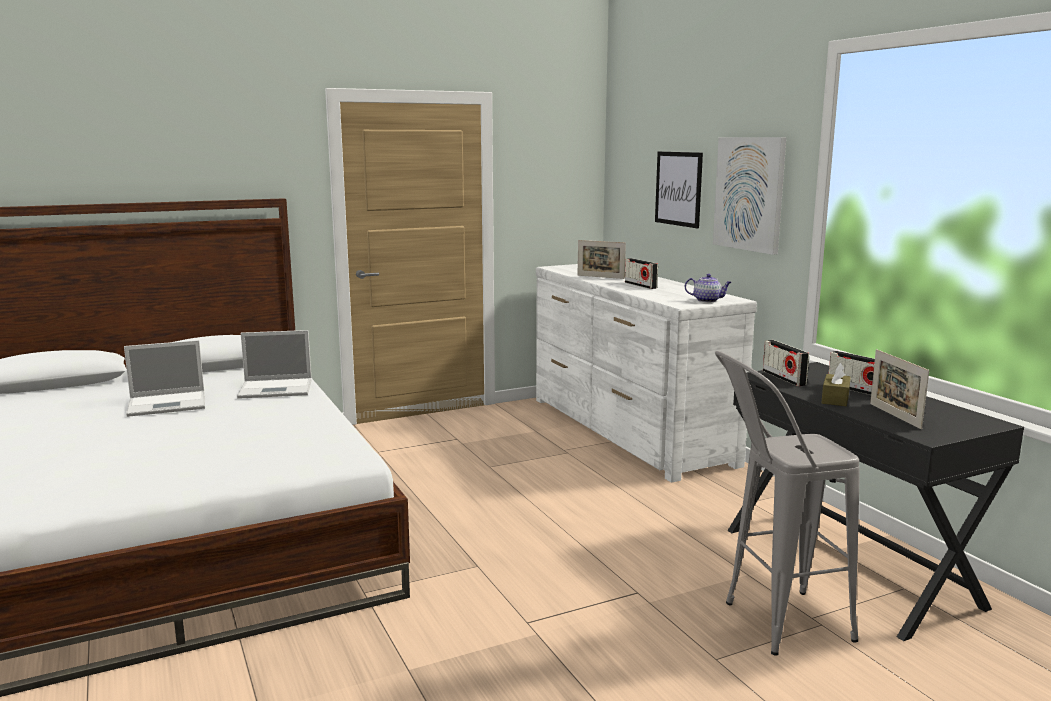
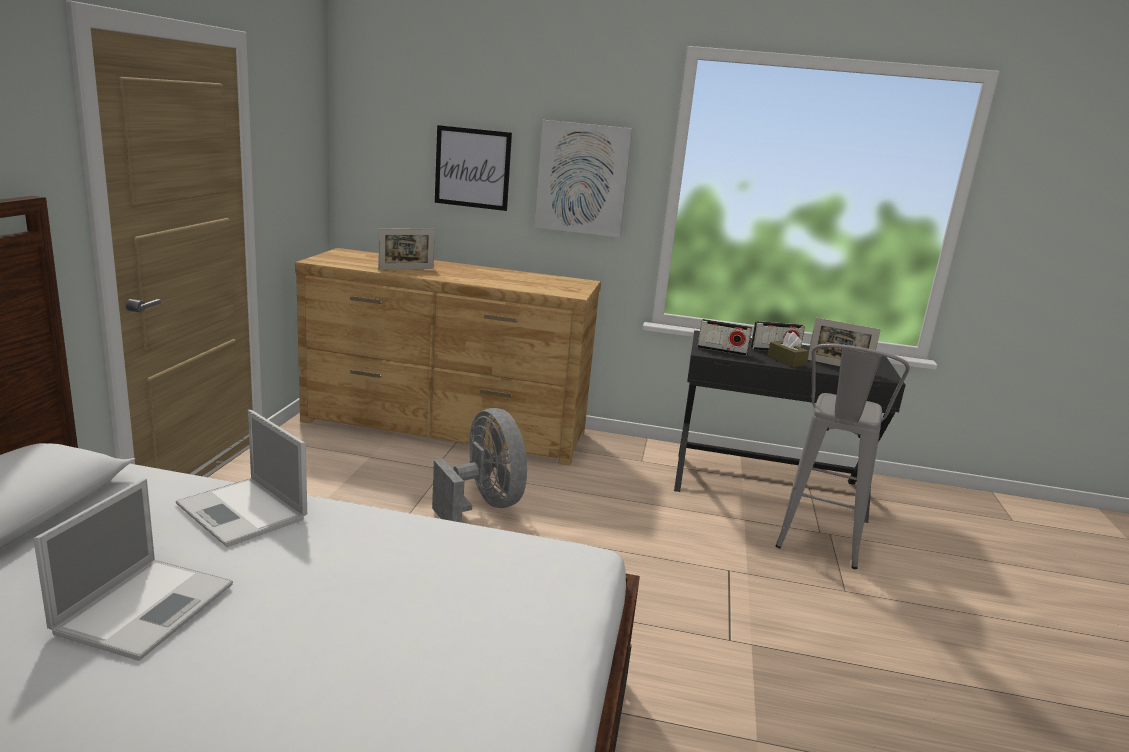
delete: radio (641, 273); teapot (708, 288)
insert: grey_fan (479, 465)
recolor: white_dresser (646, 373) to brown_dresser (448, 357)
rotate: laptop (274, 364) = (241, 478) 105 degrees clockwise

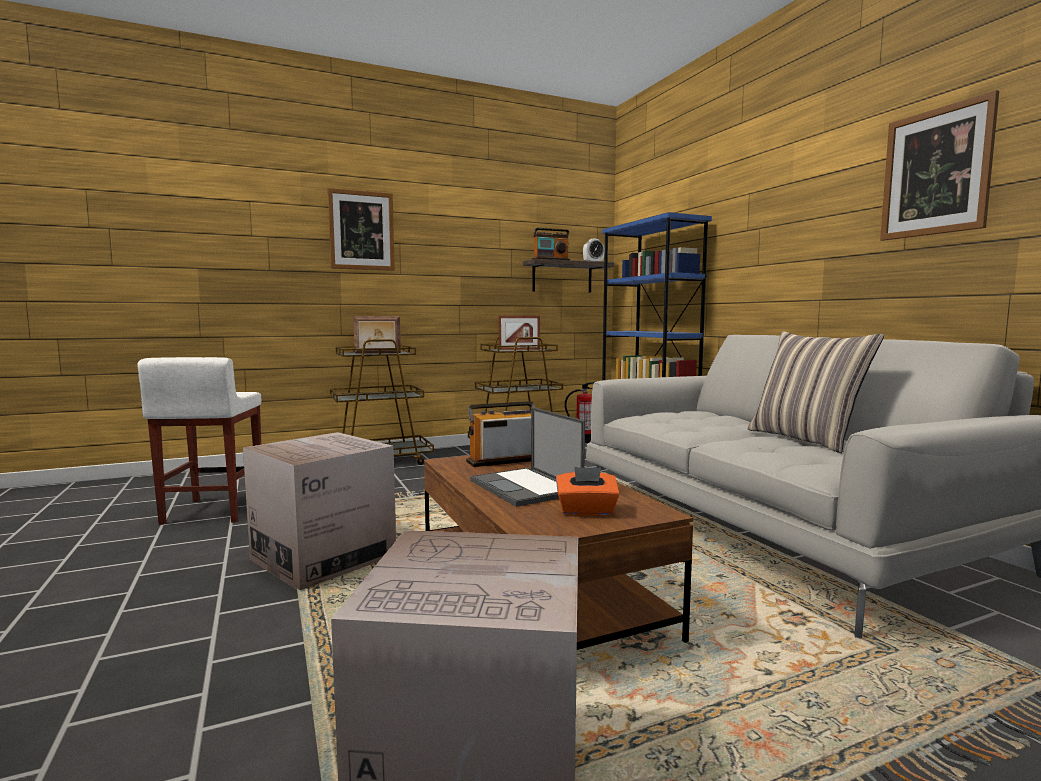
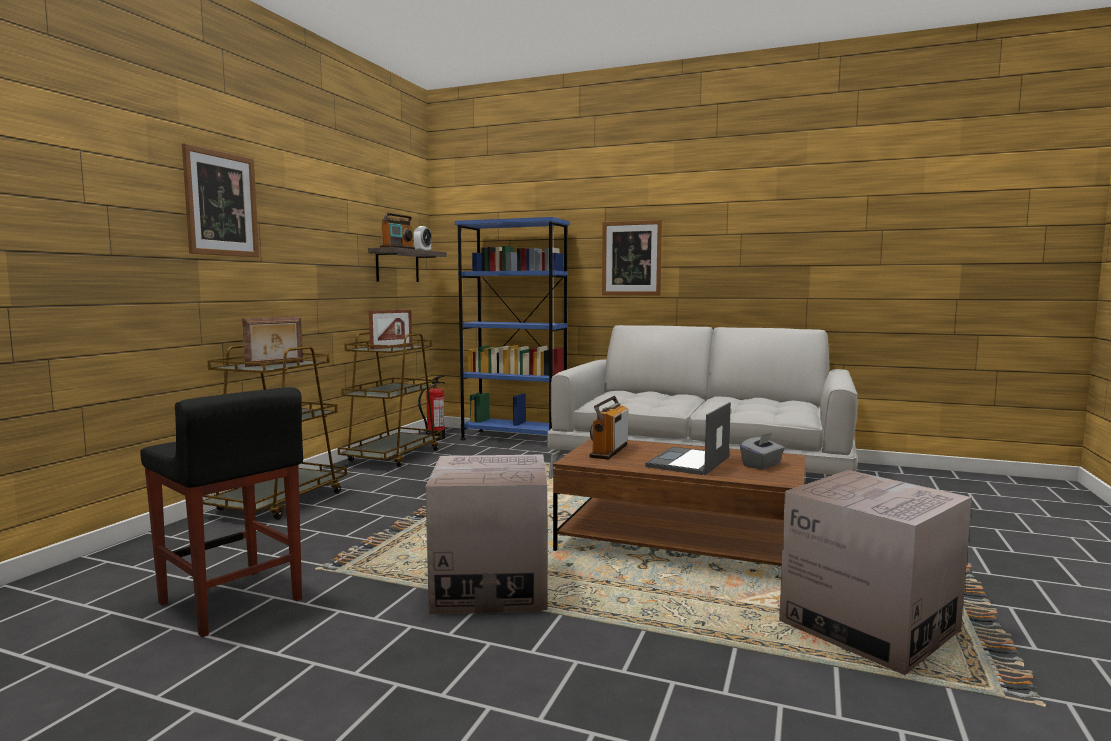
delete: pillow (816, 392)
move: picture (939, 165) to (632, 257)
recolor: white_stool (199, 441) to black_stool (222, 512); orange_tissue_box (588, 491) to grey_tissue_box (762, 451)
rotate: laptop (527, 457) = (688, 438) 105 degrees clockwise

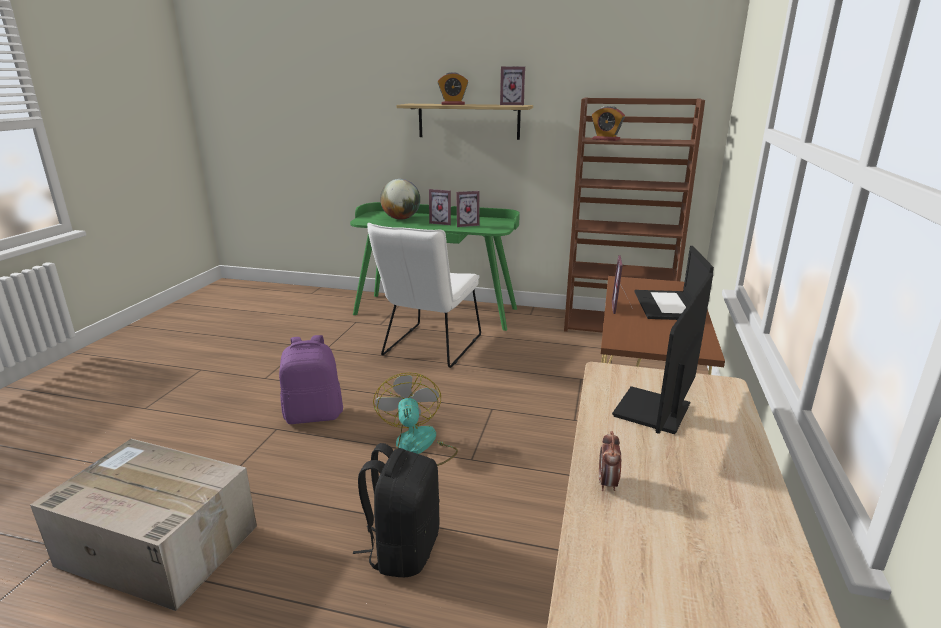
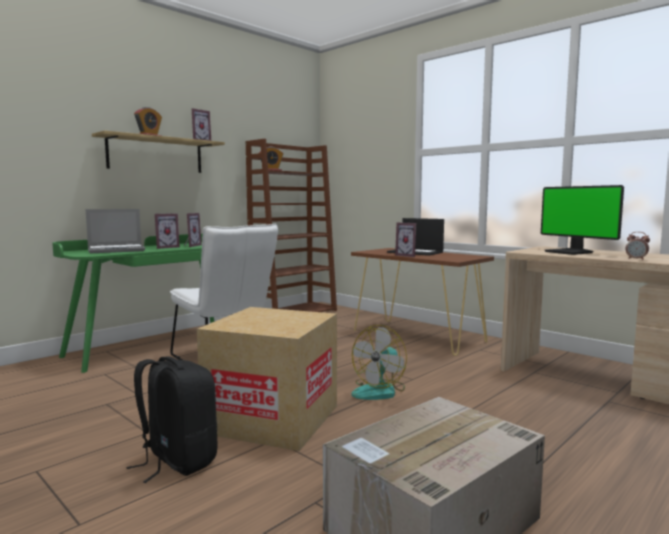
move: black_backpack (396, 510) to (171, 419)
replace: globe (400, 199) to laptop (115, 231); purple_backpack (311, 379) to cardboard_box (267, 379)
rotate: fan (415, 419) = (379, 362) 75 degrees counterclockwise

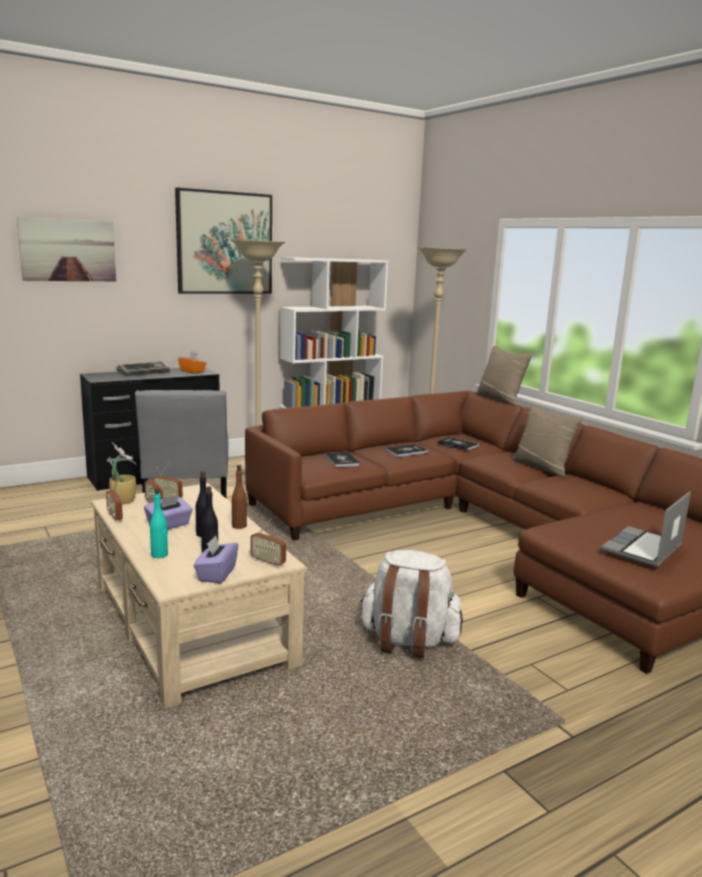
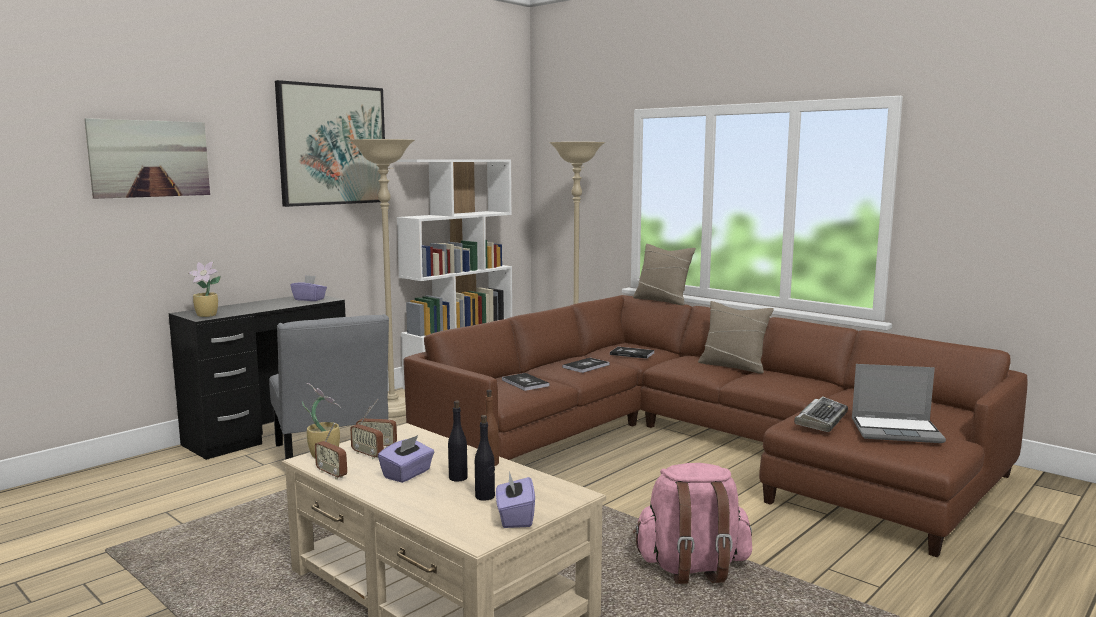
delete: turquoise_bottle (159, 522); radio (268, 542)
insert: potted_plant (205, 289)
move: keyboard (143, 368) to (821, 414)
recolor: orange_tissue_box (192, 363) to purple_tissue_box (308, 288); white_backpack (411, 604) to pink_backpack (692, 523)
rotate: laptop (646, 529) = (899, 403) 105 degrees counterclockwise

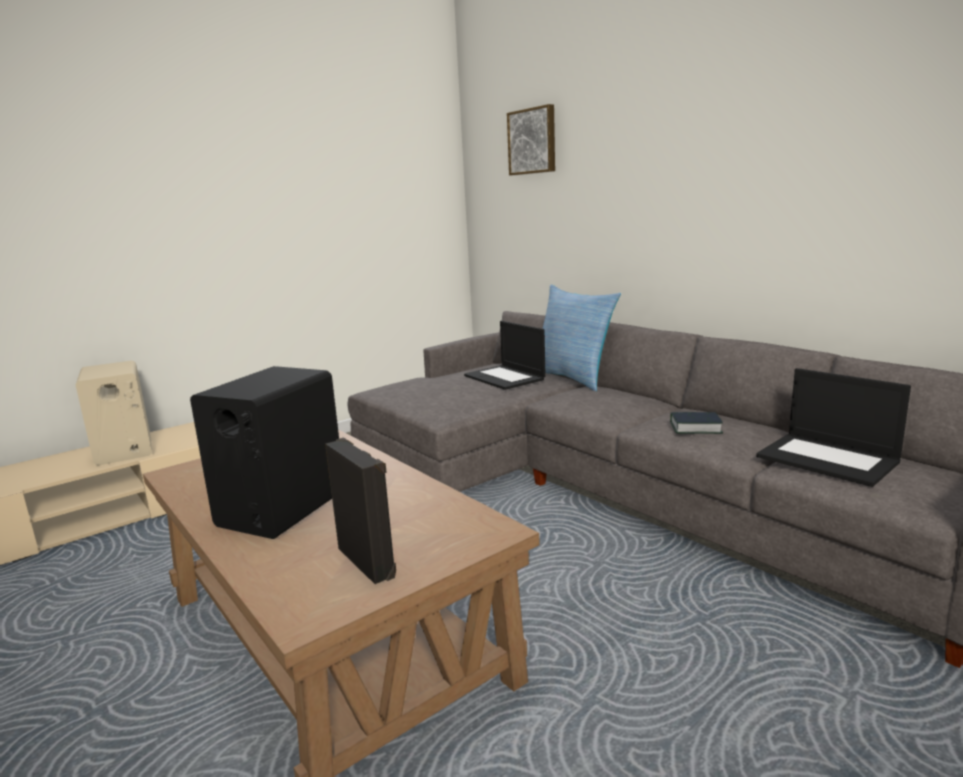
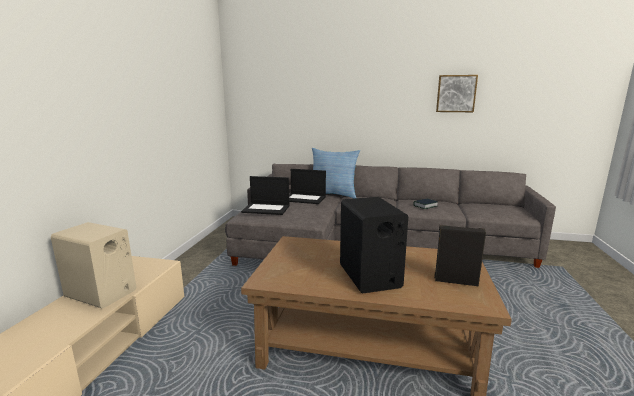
move: picture (531, 139) to (457, 93); laptop (833, 427) to (265, 195)

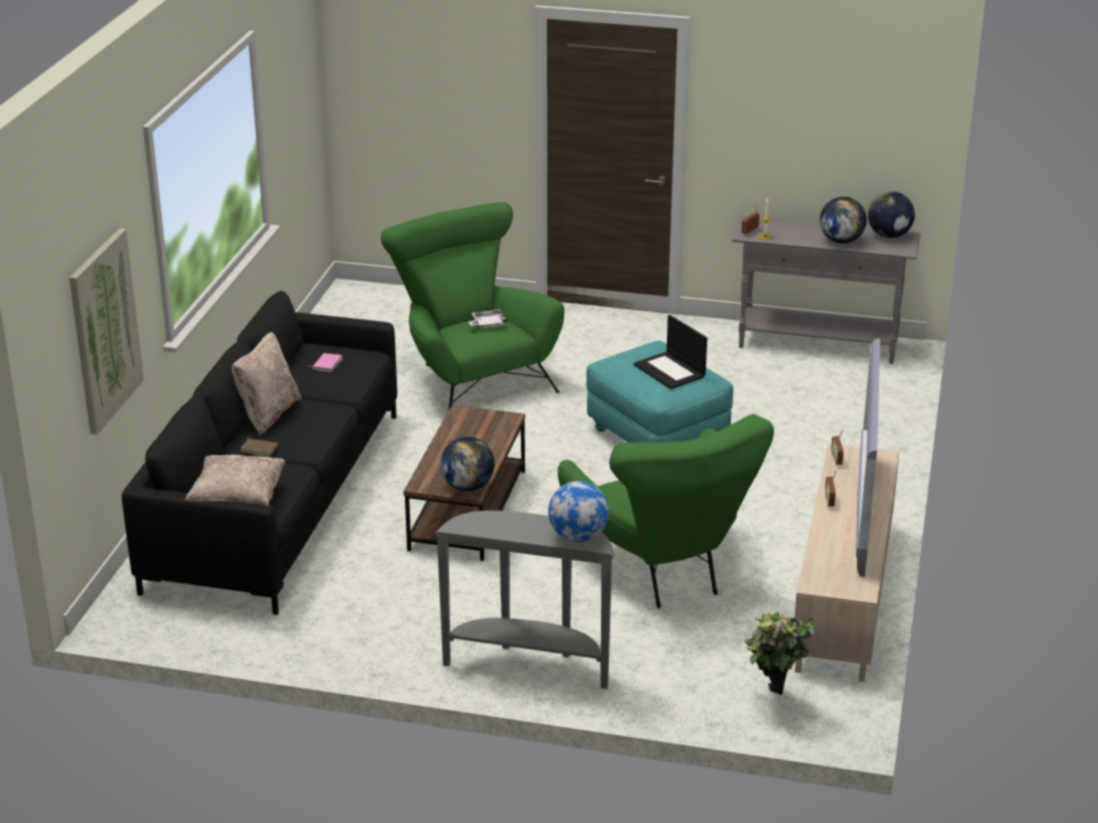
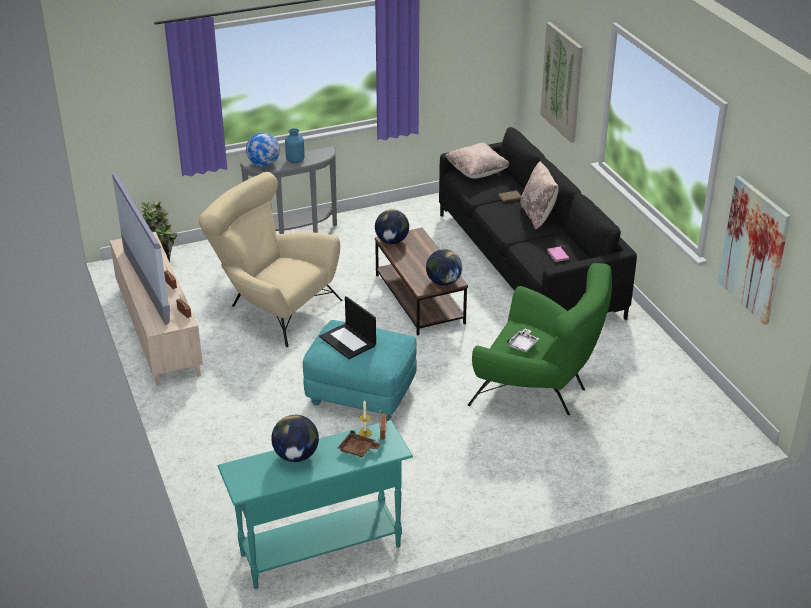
insert: blue_vase (295, 145); picture (754, 250); brown_tray (360, 443)
move: globe (891, 214) to (444, 267)
recolor: grey_console_table (826, 289) to turquoise_console_table (315, 504); green_armchair (666, 511) to beige_armchair (270, 259)
rotate: laptop (670, 352) = (347, 327) 150 degrees counterclockwise

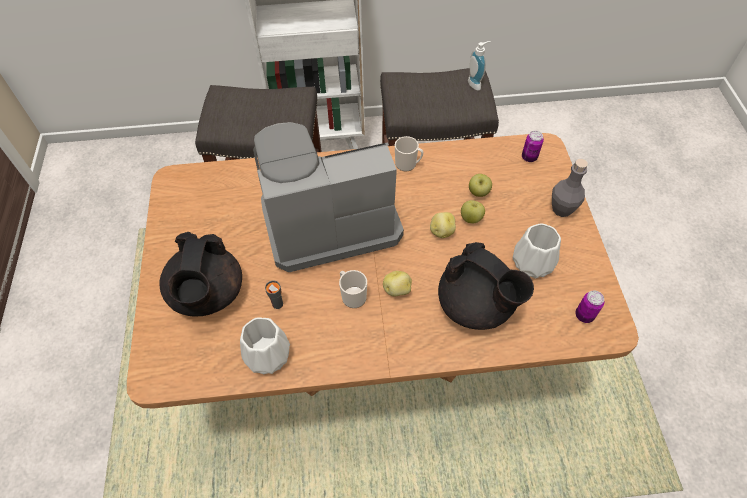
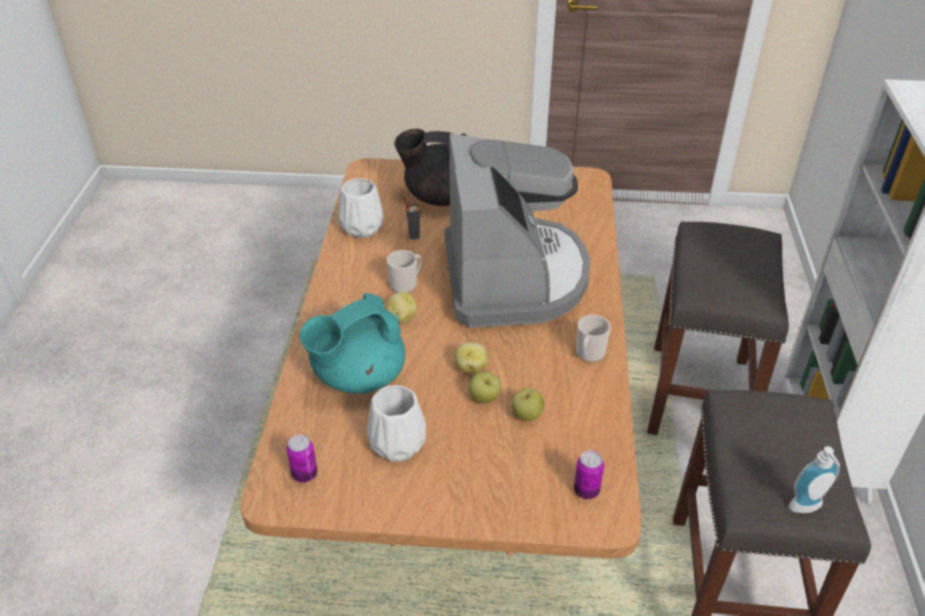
delete: grey_bottle (570, 188)
recolor: black_teapot (486, 286) to turquoise_teapot (352, 343)

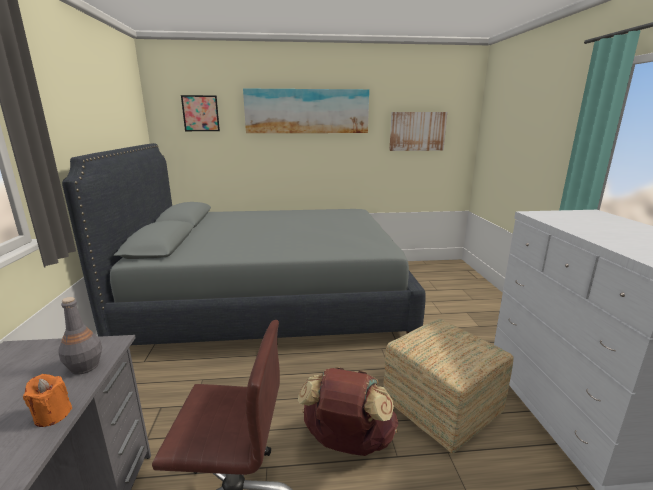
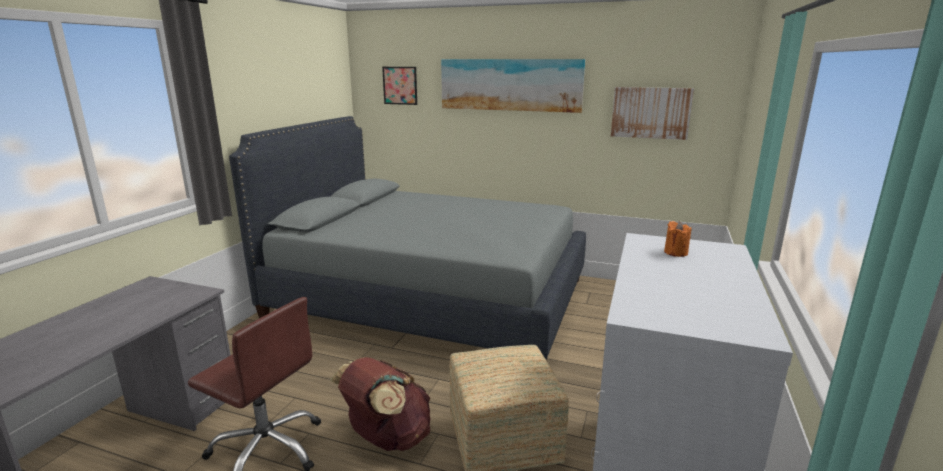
delete: grey_bottle (80, 336)
move: orange_candle (47, 400) to (678, 239)

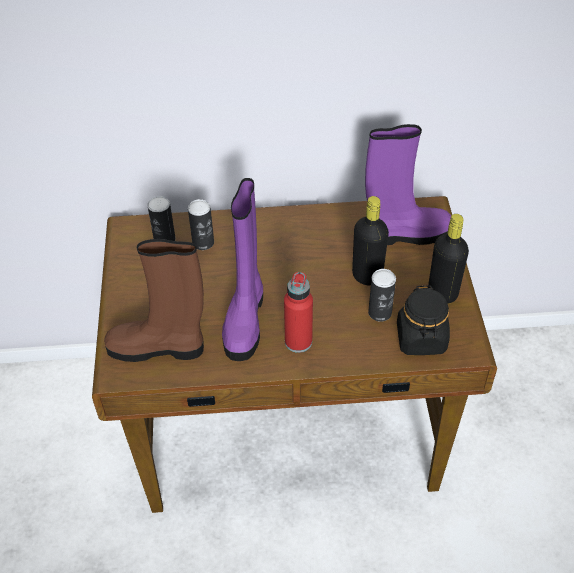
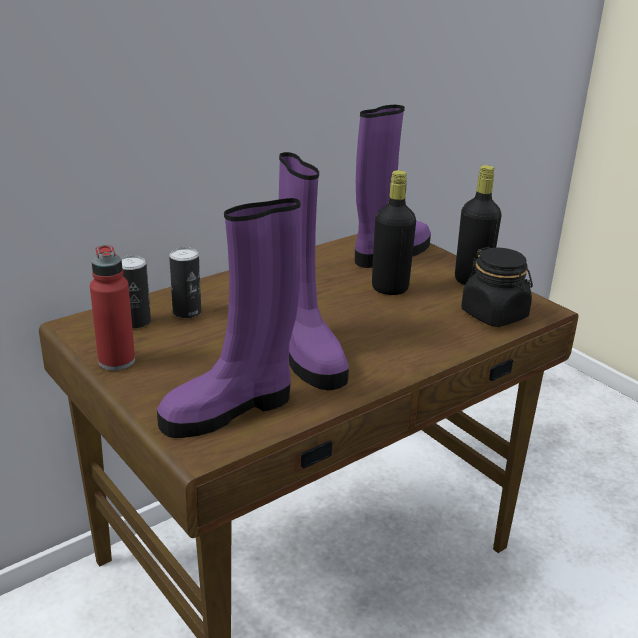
delete: can (382, 295)
move: red_bottle (298, 312) to (112, 307)
recolor: brown_boot (154, 300) to purple_boot (229, 318)

